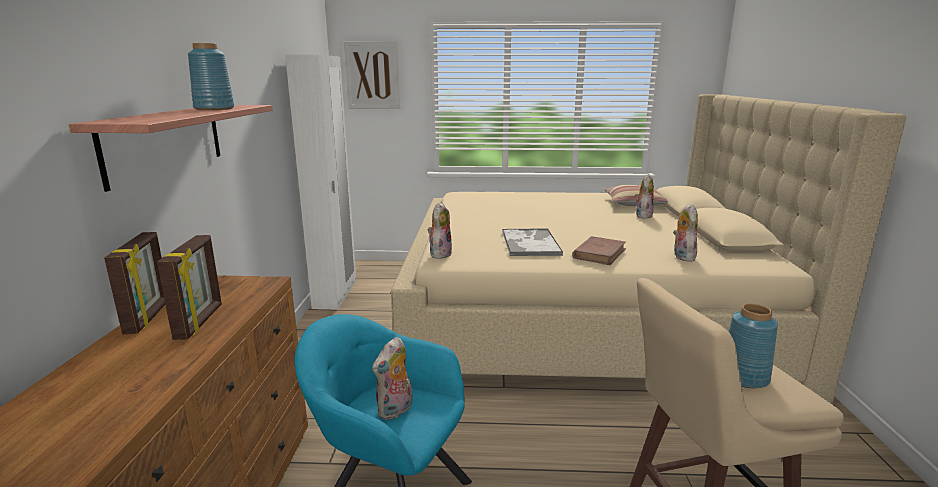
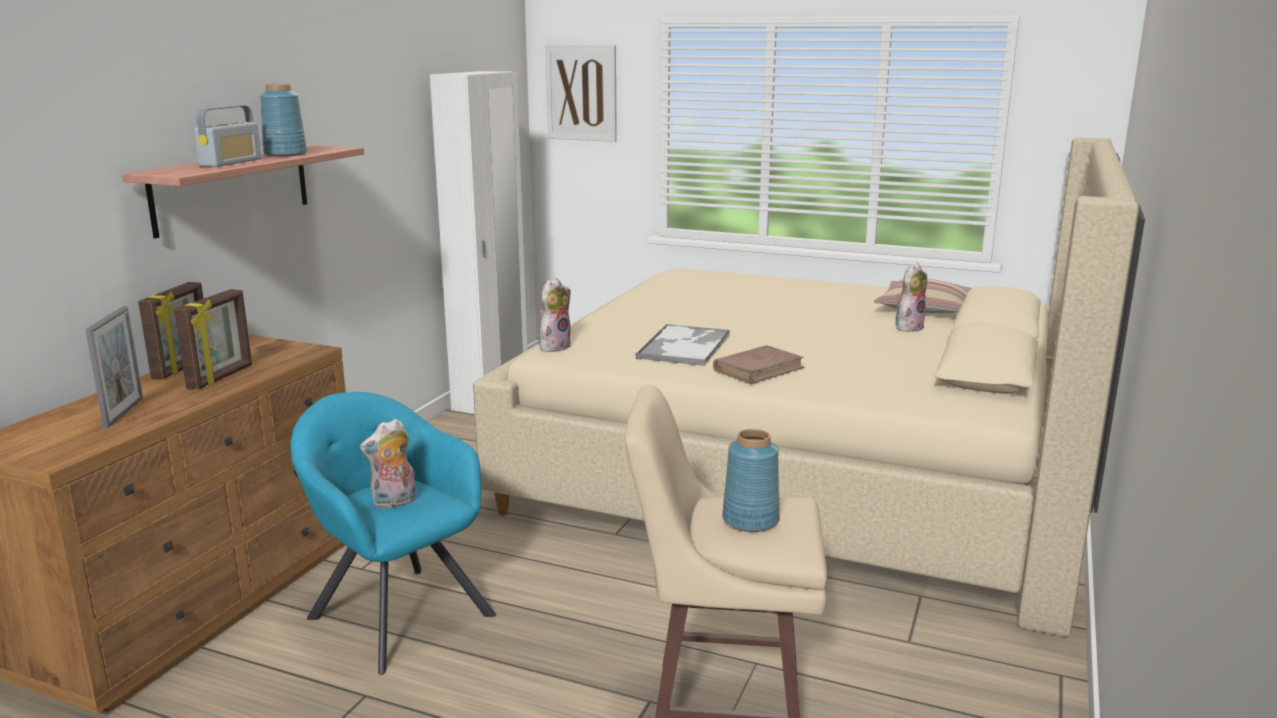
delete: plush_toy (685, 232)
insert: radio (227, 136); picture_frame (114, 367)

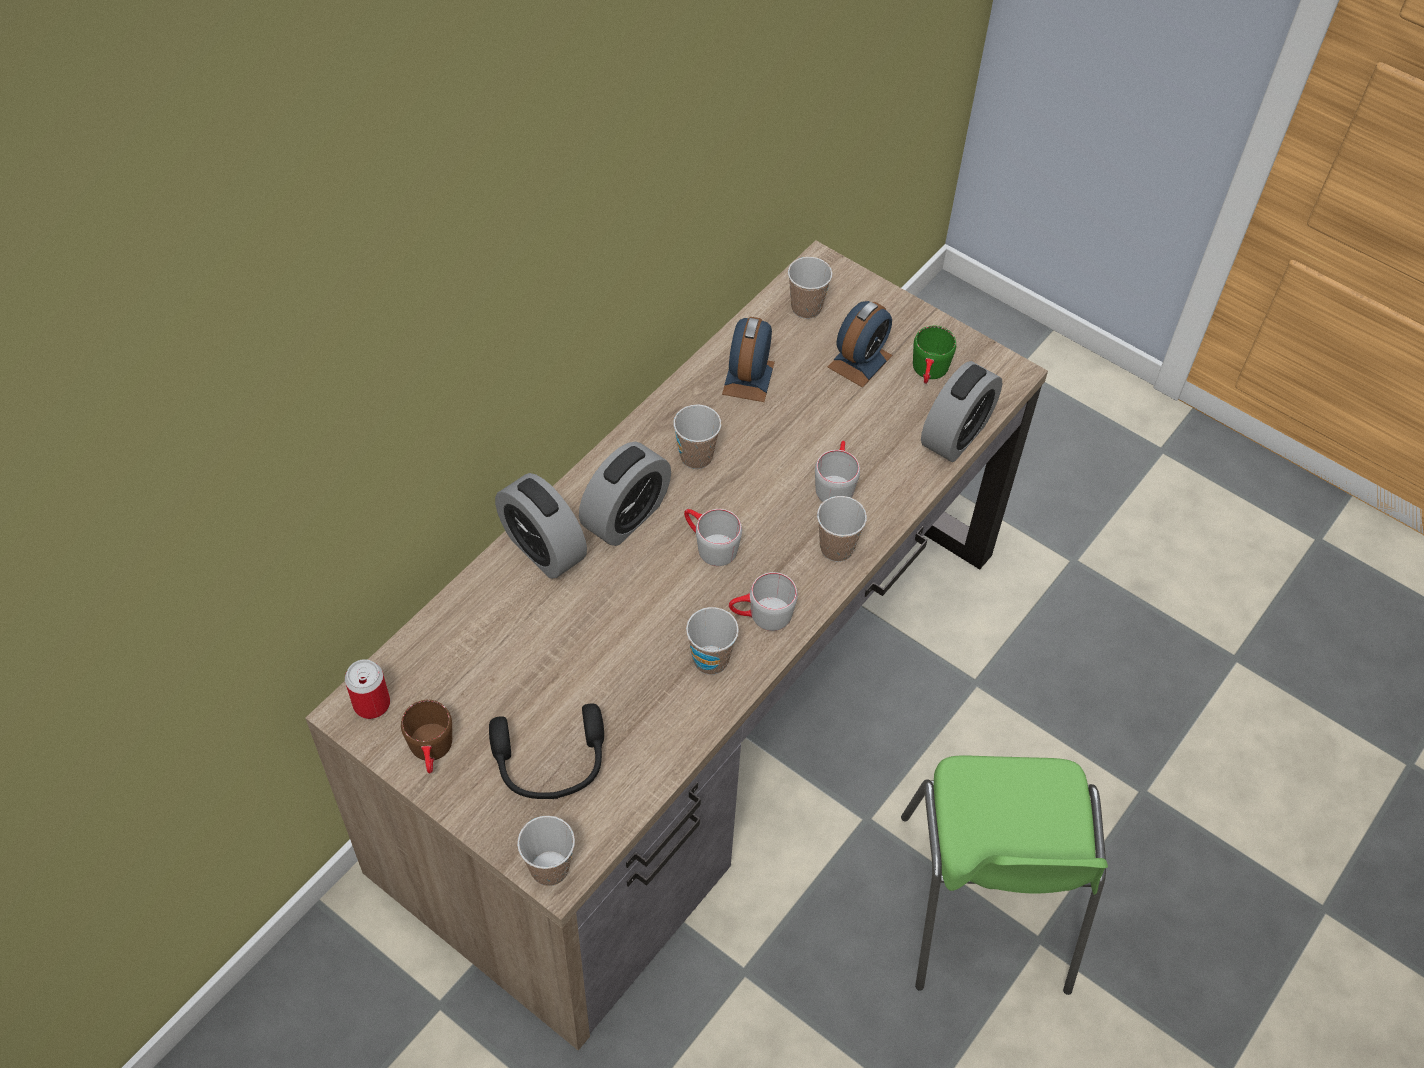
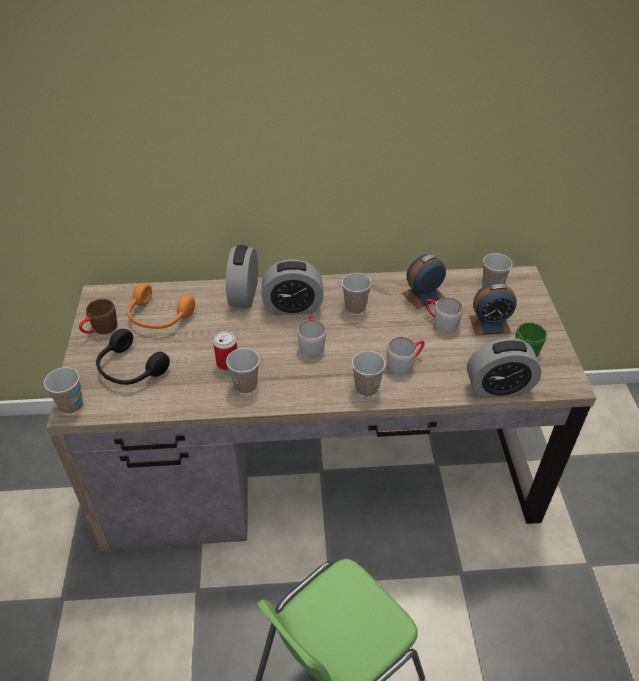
insert: orange_headphones (161, 306)
move: grey_mug (763, 601) to (444, 315); can (367, 689) to (225, 350)

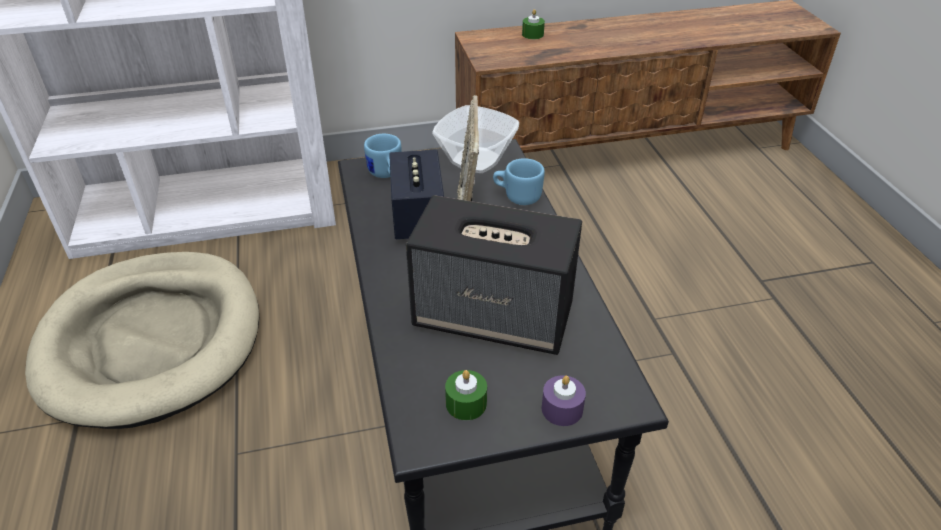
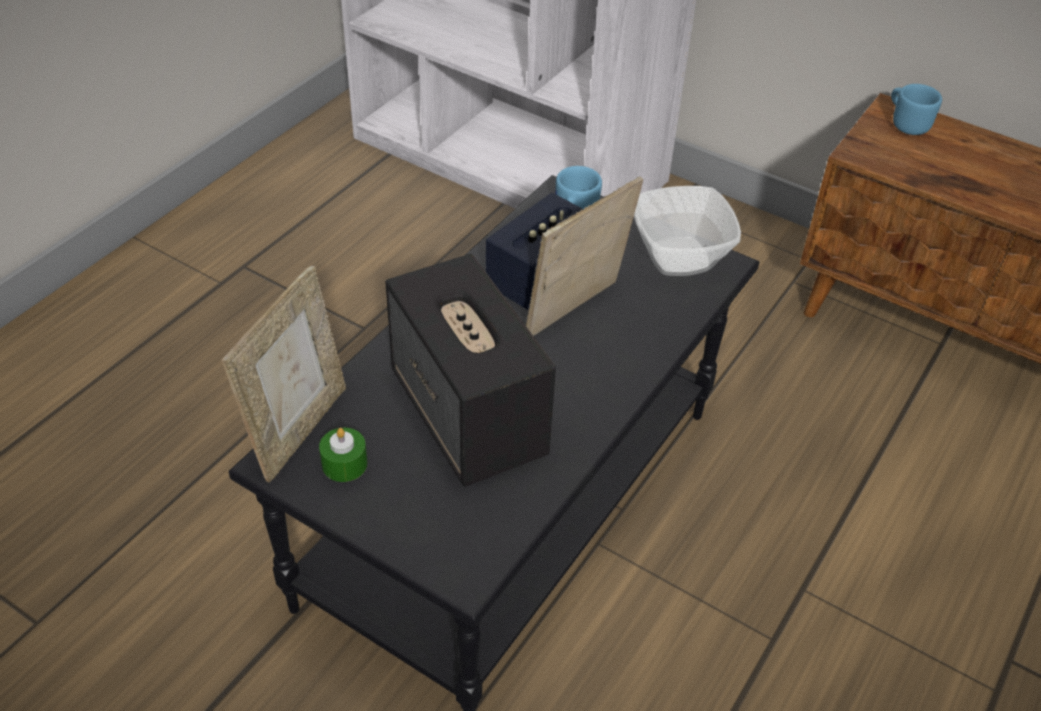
delete: green_candle (533, 24); beige_dog_bed (142, 340); purple_candle (564, 400)
insert: picture_frame (284, 374)
move: blue_mug (519, 181) to (916, 109)

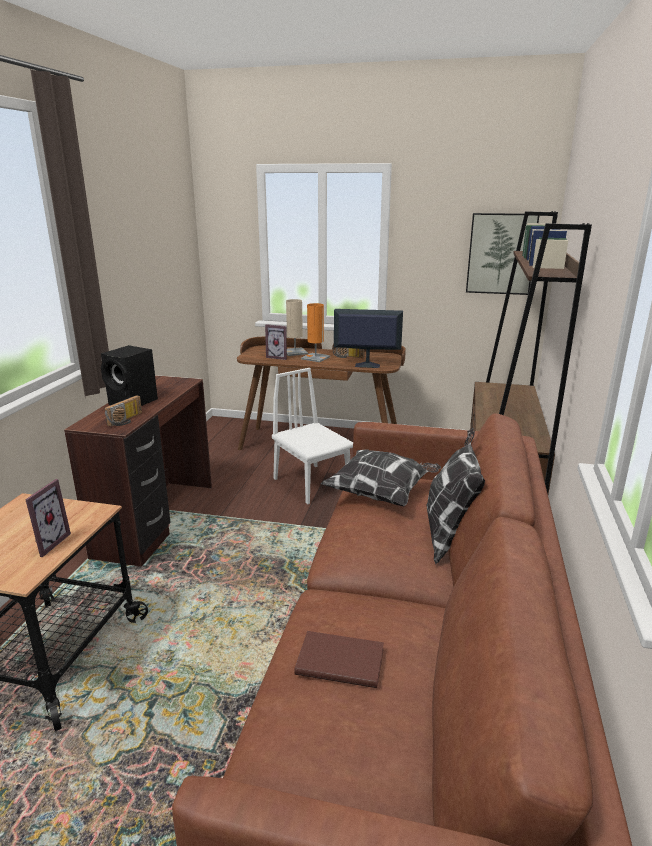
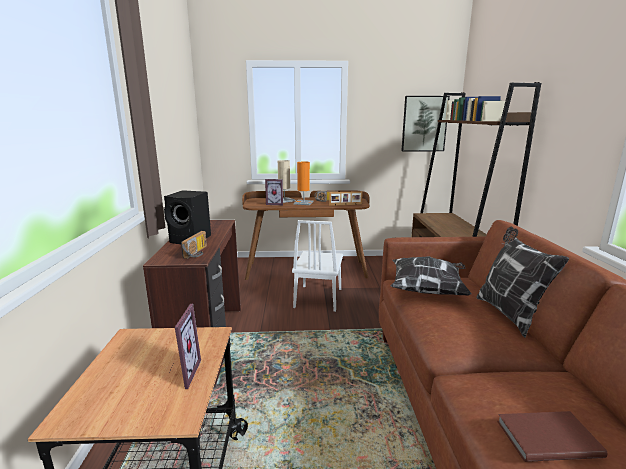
replace: monitor (368, 338) to picture_frame (346, 198)
rotate: white_chair (312, 436) = (317, 266) 120 degrees counterclockwise

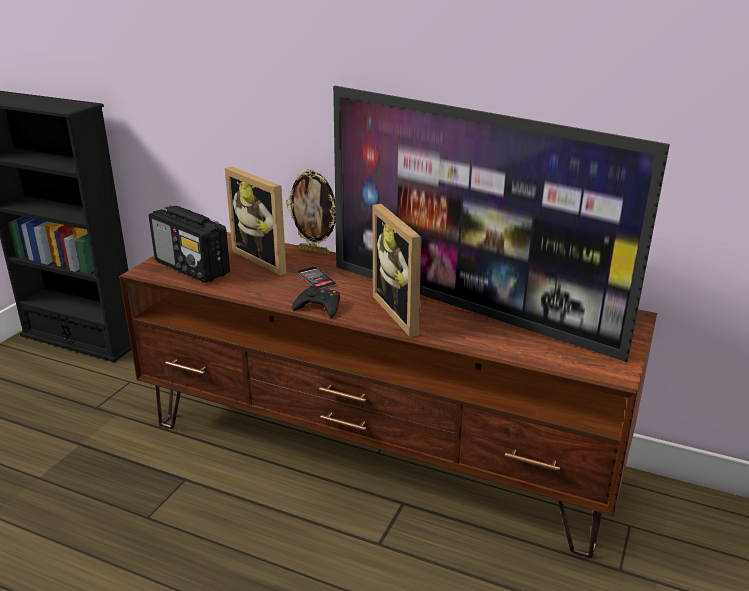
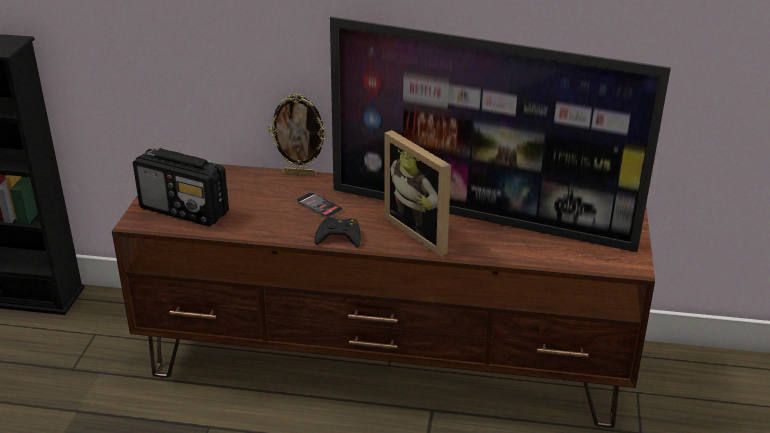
delete: picture_frame (255, 221)

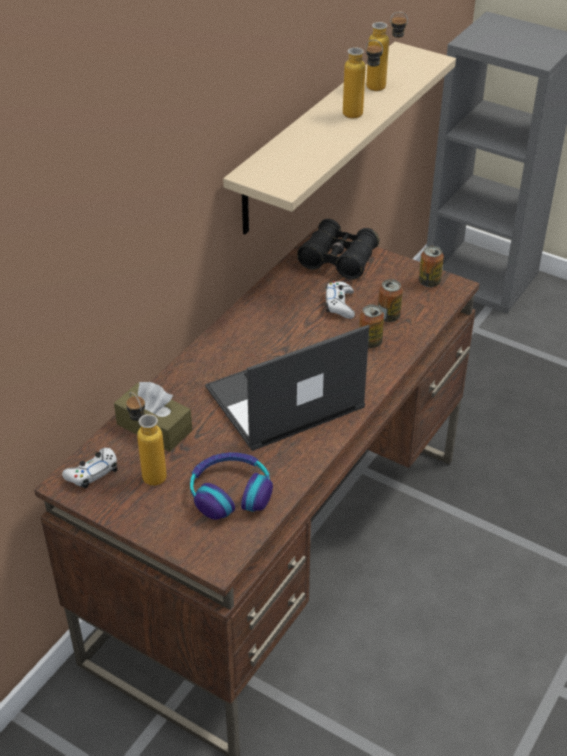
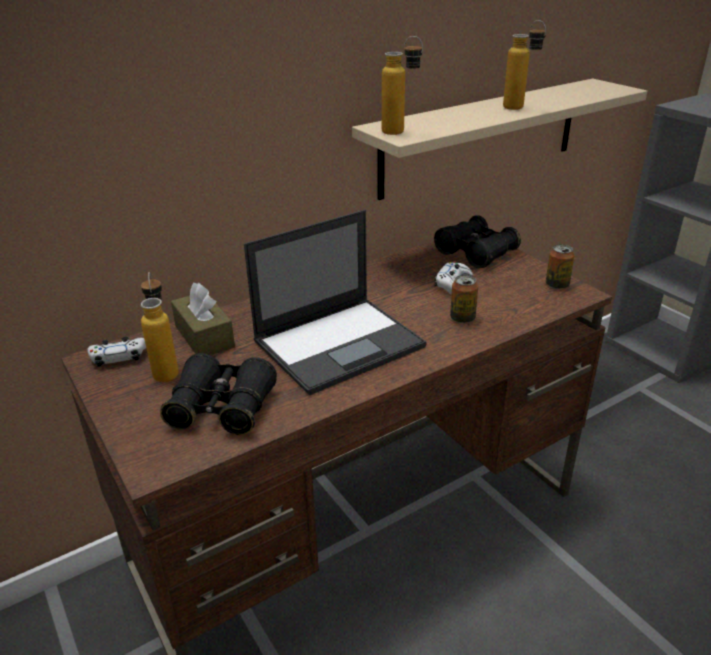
delete: can (390, 300)
move: bottle (387, 51) to (402, 85)
replace: headphones (231, 486) to black_binoculars (218, 394)
rotate: laptop (287, 388) = (335, 302) 150 degrees clockwise

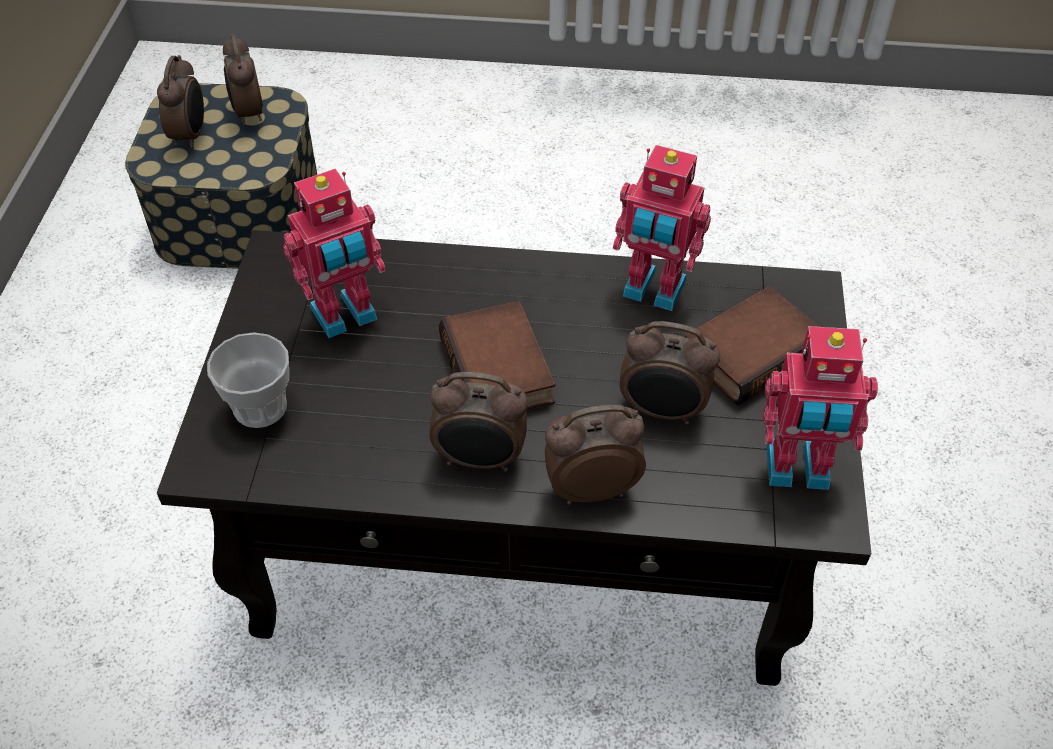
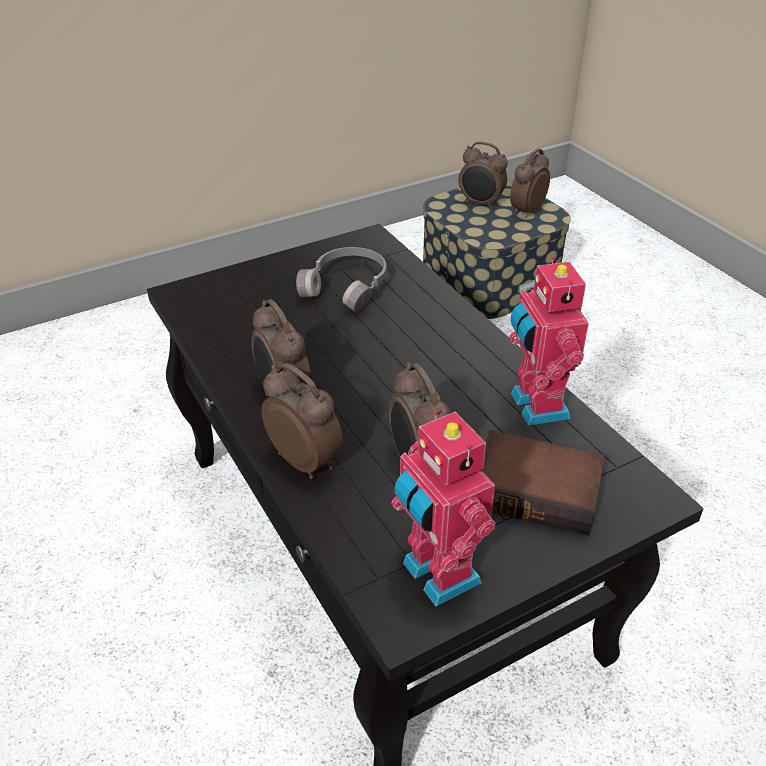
delete: book (497, 356); cup (248, 380)
replace: toy_robot (334, 253) to grey_headphones (341, 279)
rotate: alarm_clock (180, 102) = (483, 175) 60 degrees clockwise

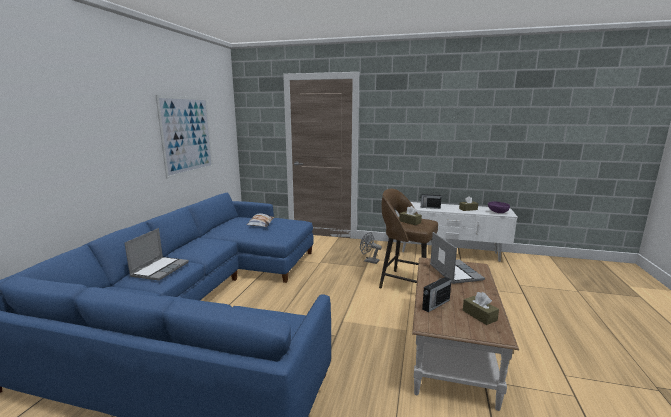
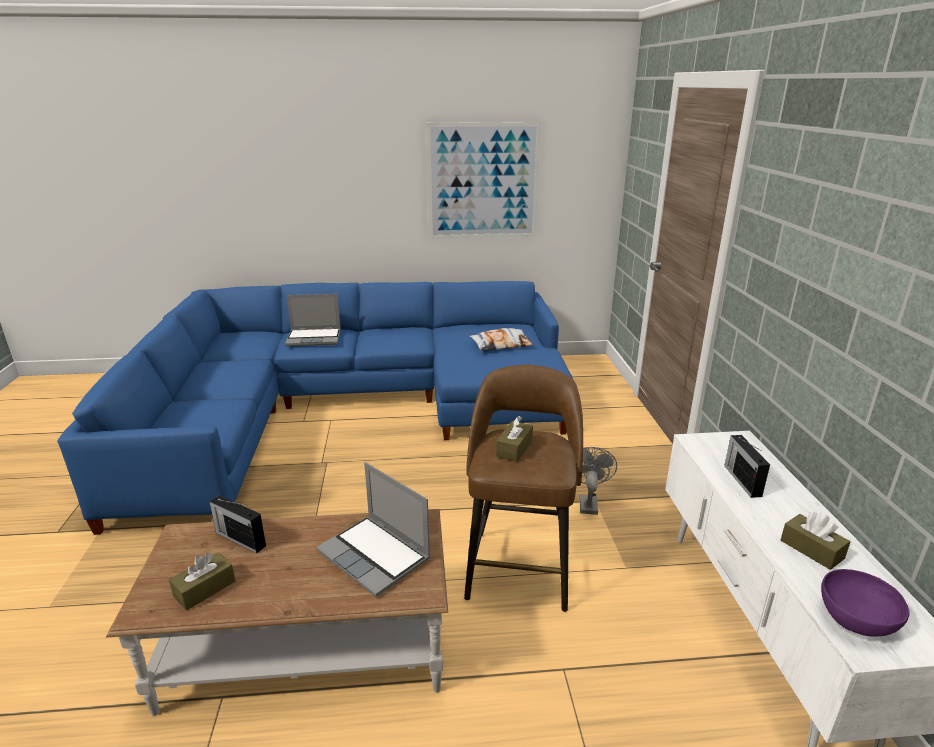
rotate: laptop (457, 258) = (373, 529) 75 degrees clockwise

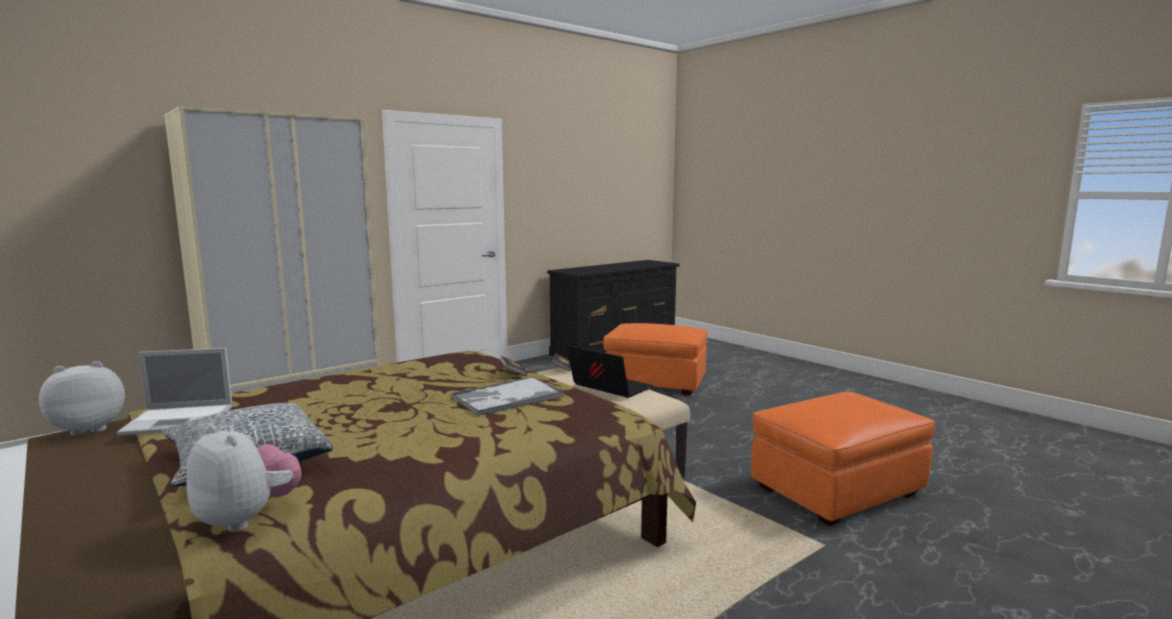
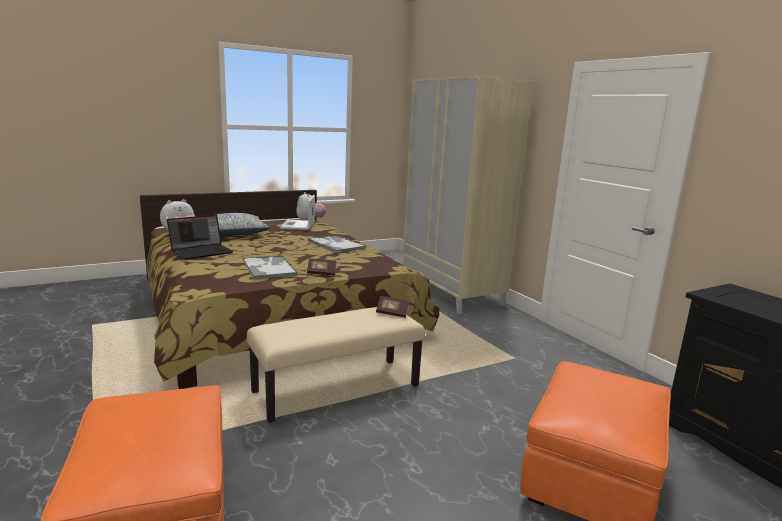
insert: tray (337, 244)
move: laptop (610, 371) to (200, 237)

